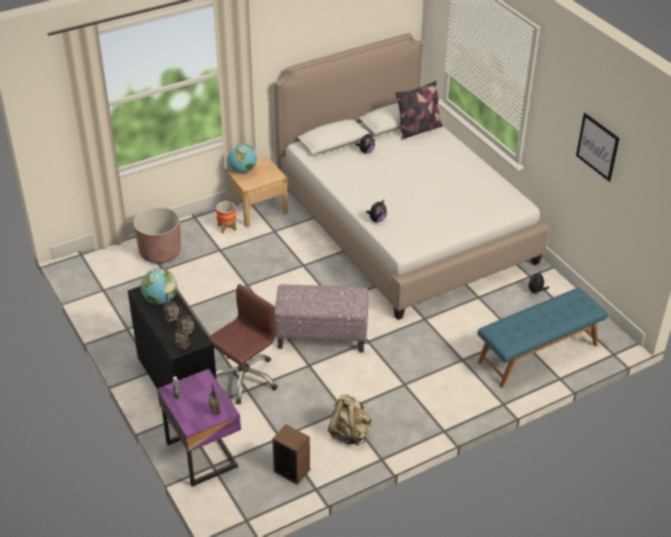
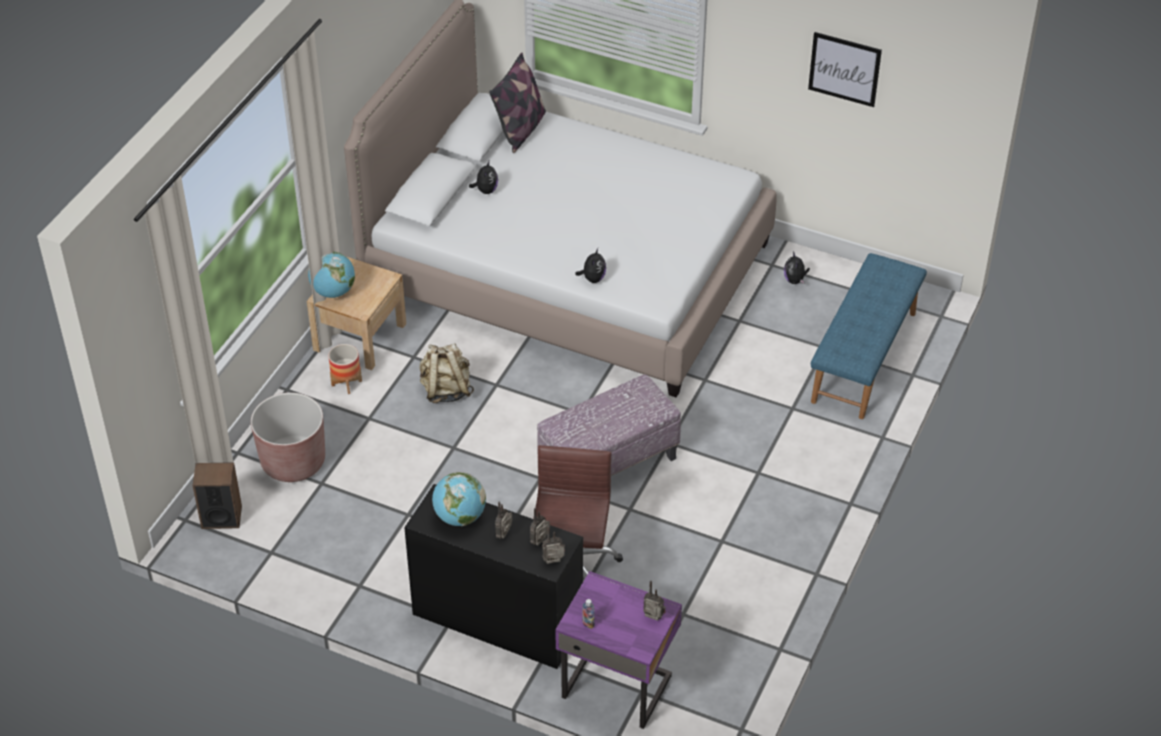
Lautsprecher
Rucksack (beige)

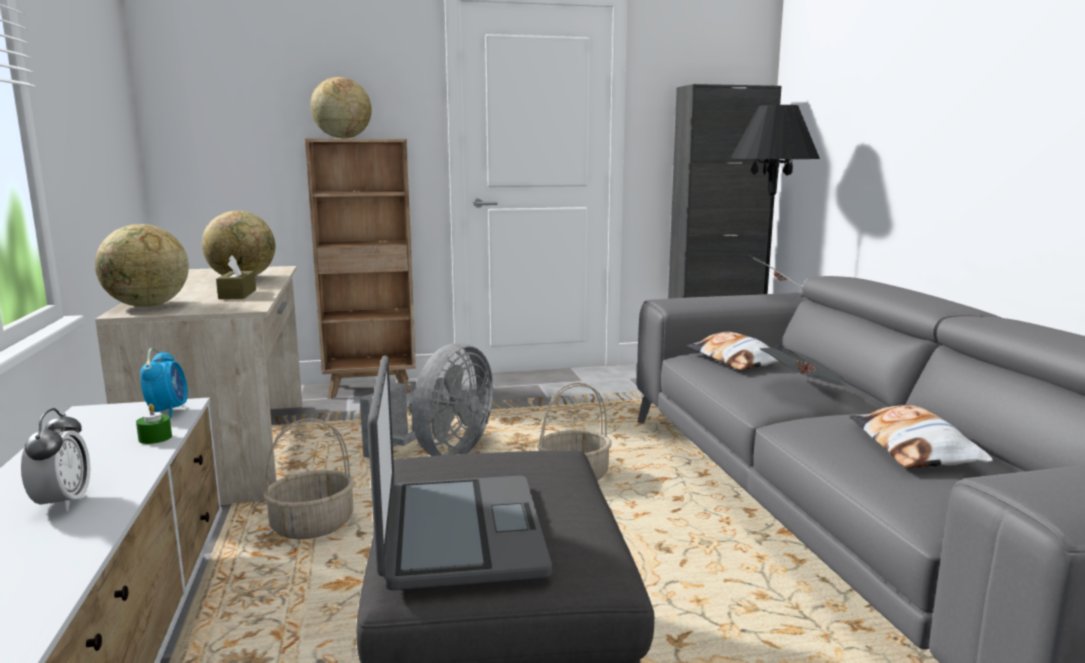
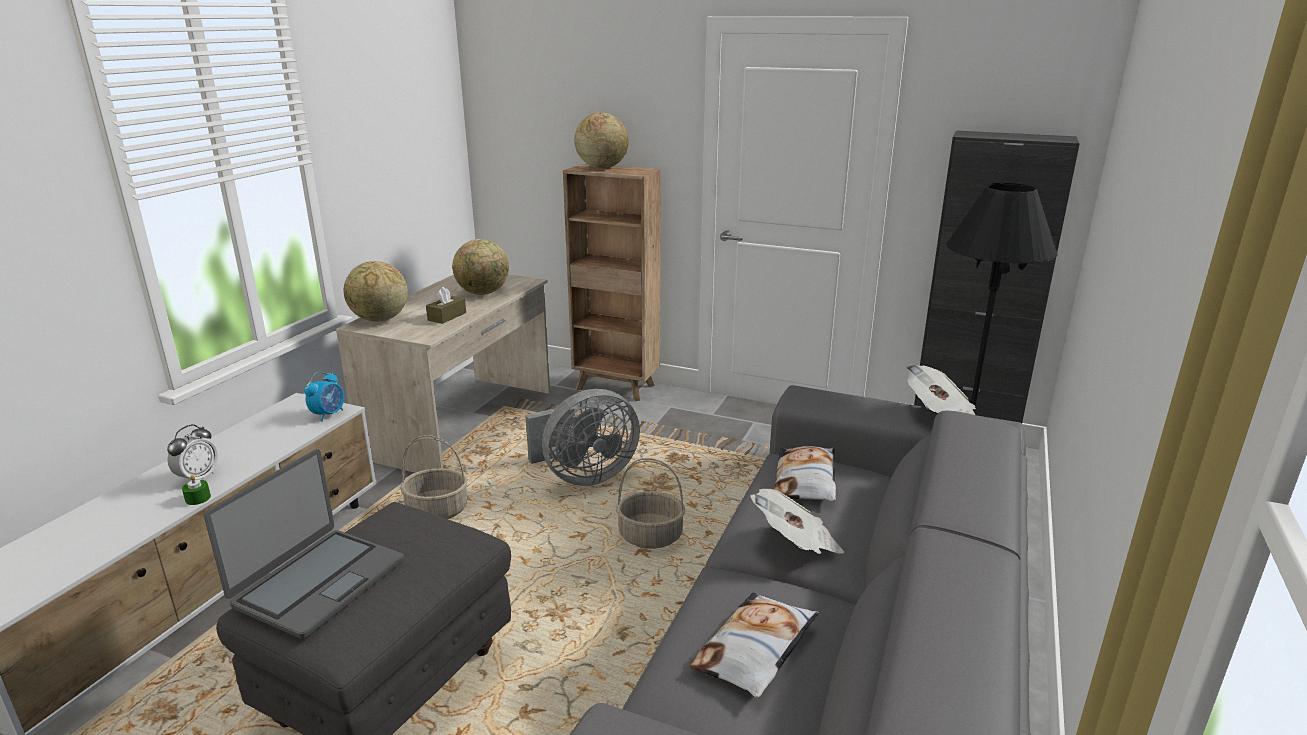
Kerze (grün)

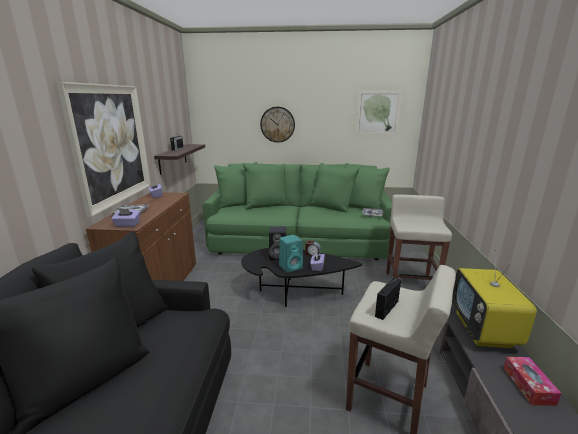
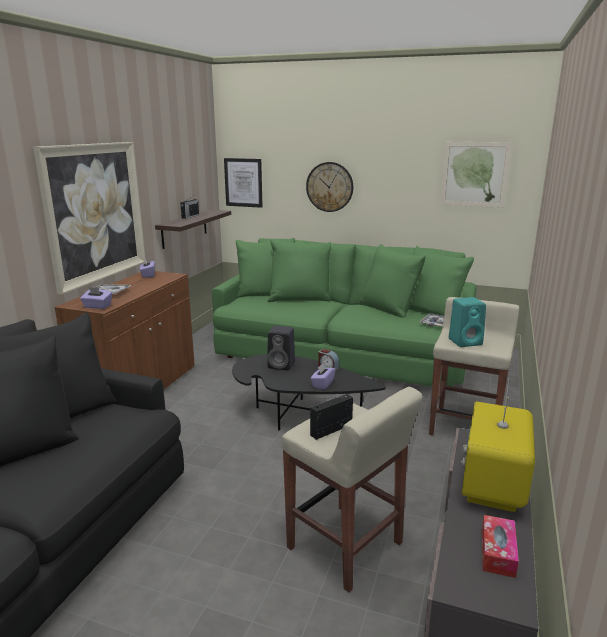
Lautsprecher (türkis)
Bild (no. 2 from left)

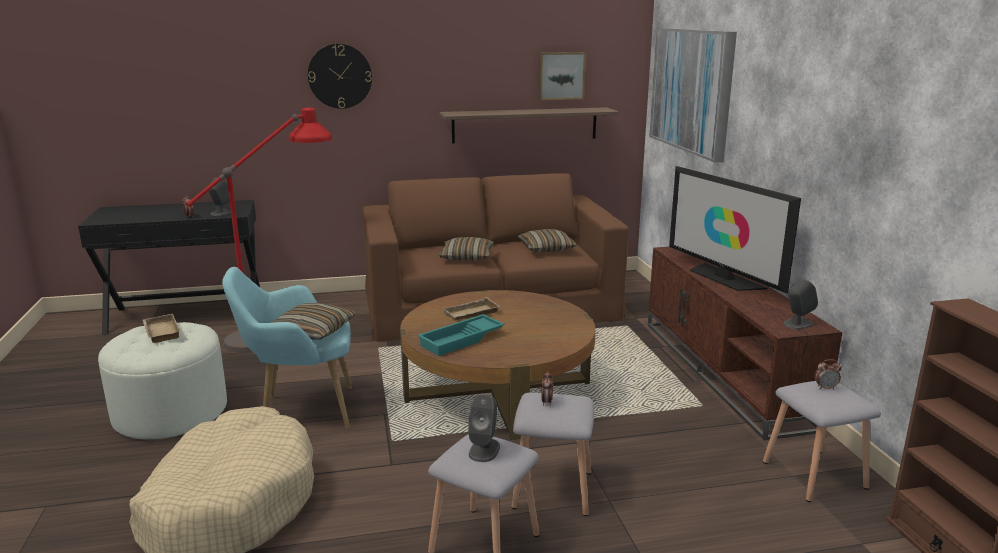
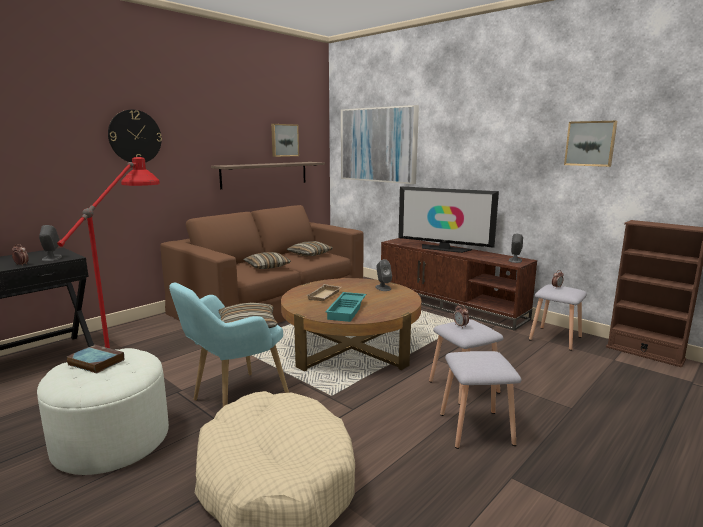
Buch
Lautsprecher (grau) (no. 2 from left)
Bild (no. 3 from left)

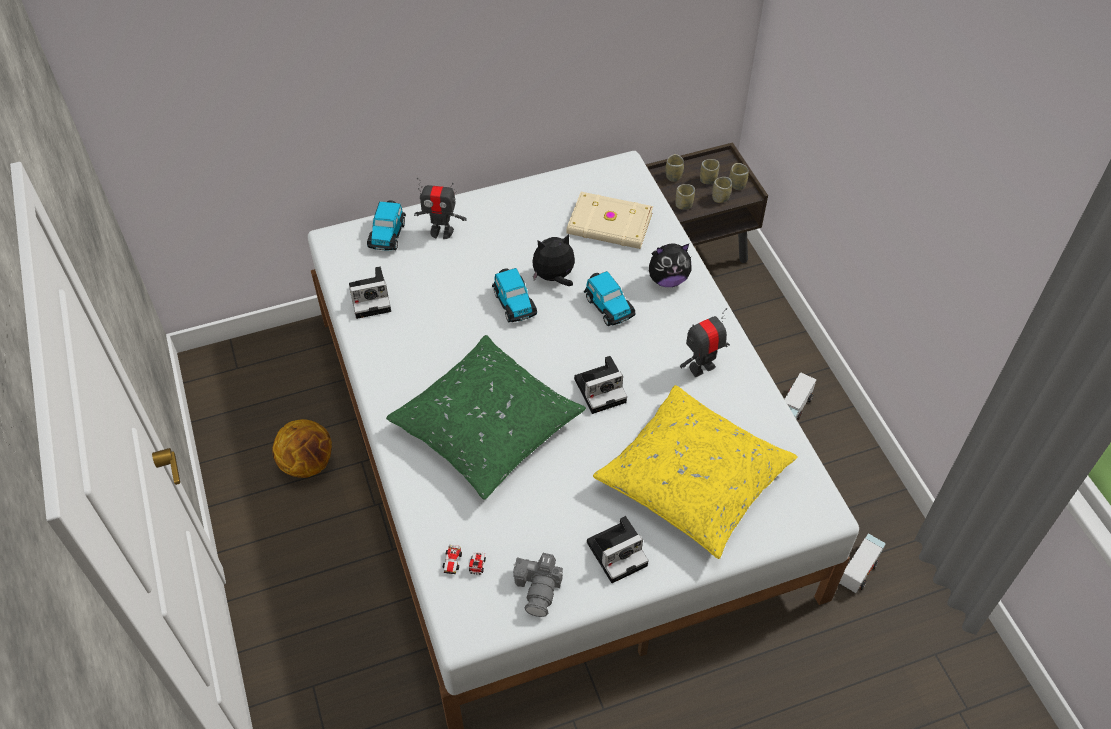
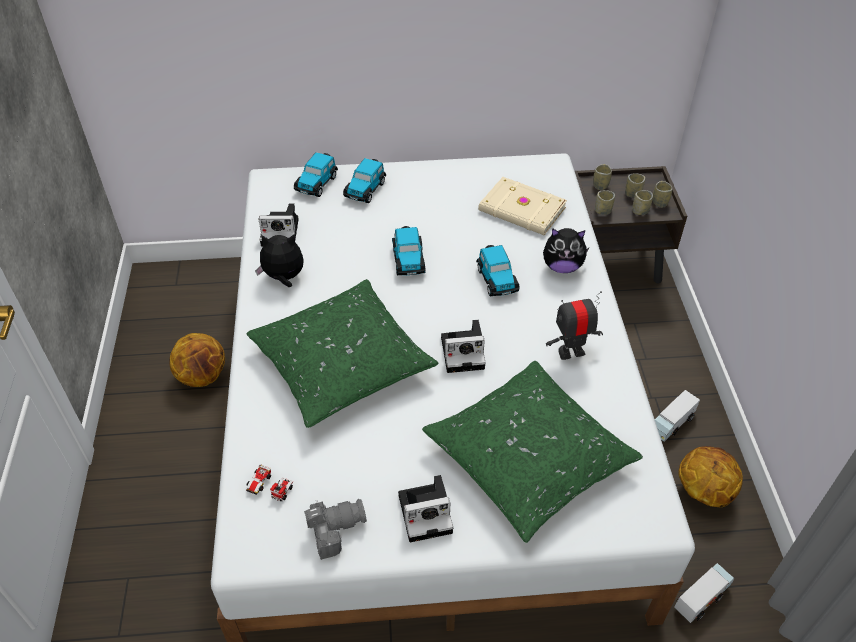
Spielzeugauto (no. 3 from left)
Kamera (no. 2 from left)
Plüschtier (no. 1 from left)
Kissen (grün) (no. 2 from left)
Basketball (no. 2 from left)

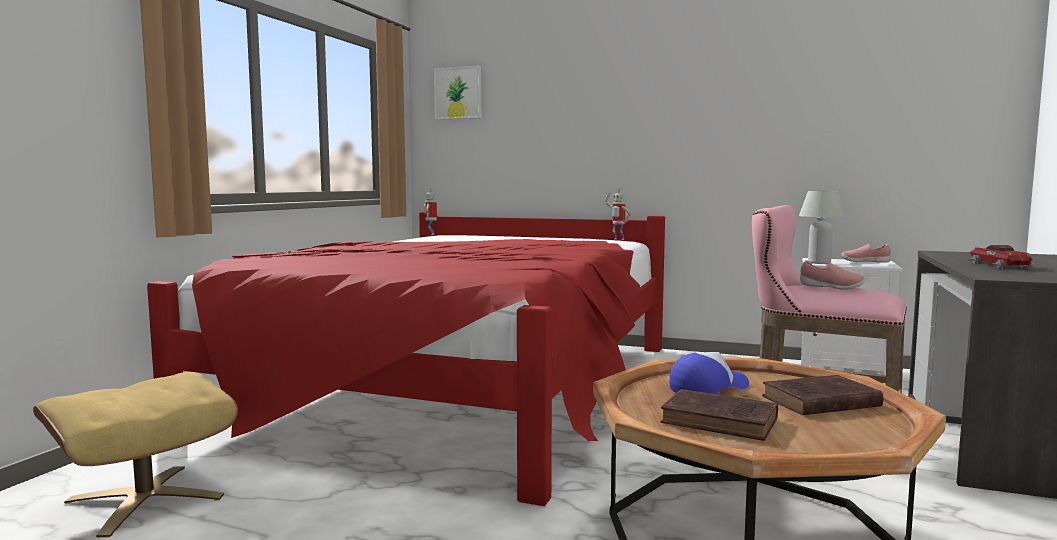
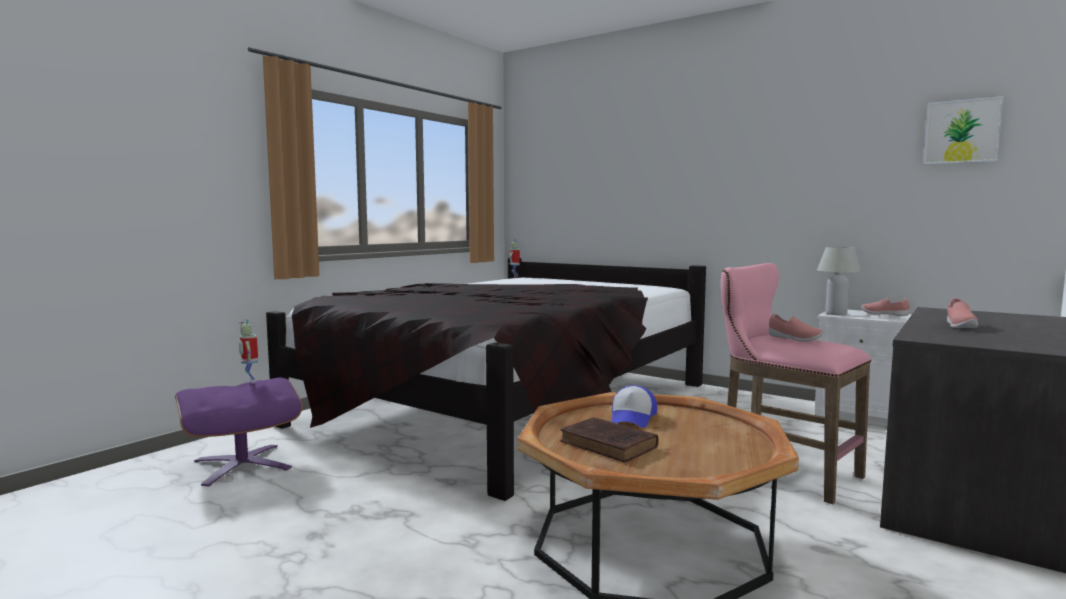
Polsterhocker (lila)
Bett (schwarz)
Bild
Spielzeugroboter (no. 1 from left)
Kappe
Buch (braun) (no. 2 from left in the first image)
Schuh (rosa) (no. 3 from left)

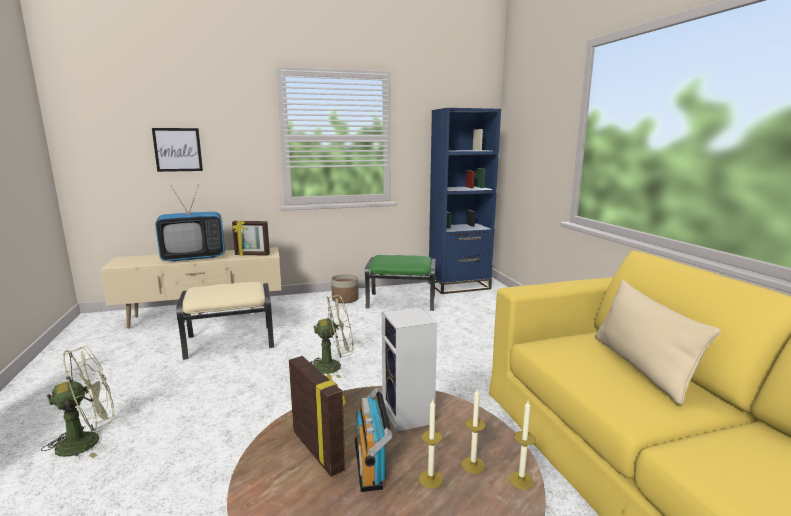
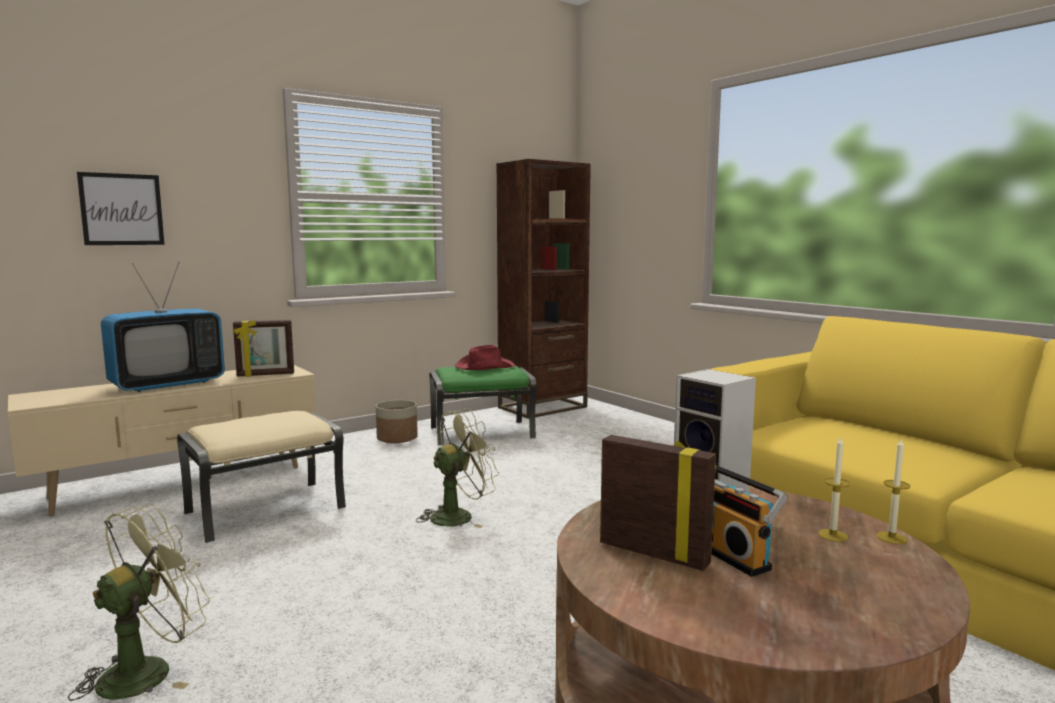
Kerze (no. 1 from left in the first image)
Bücherregal (braun)
Kissen (beige)
Hut (rot)

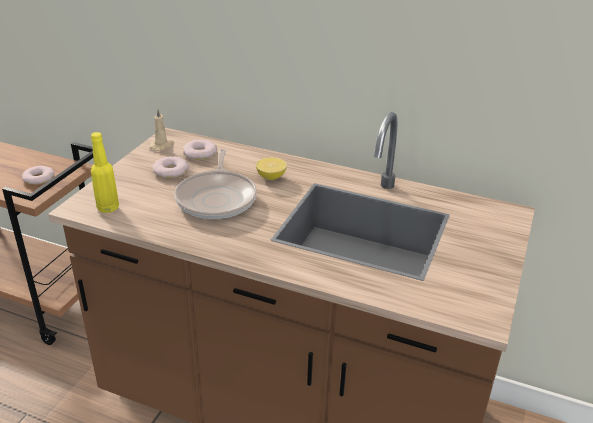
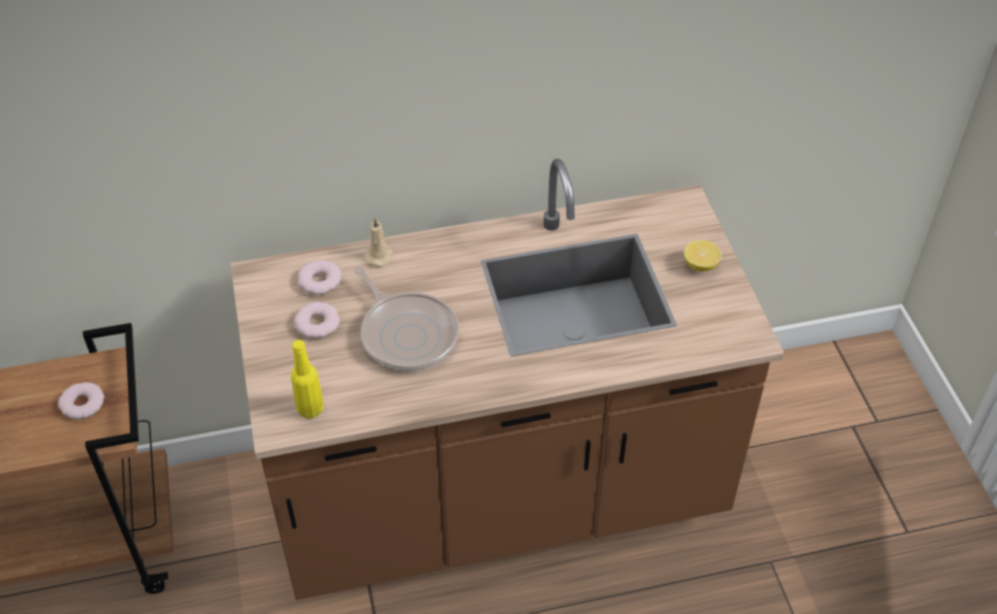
Kerze (beige)
Zitrone

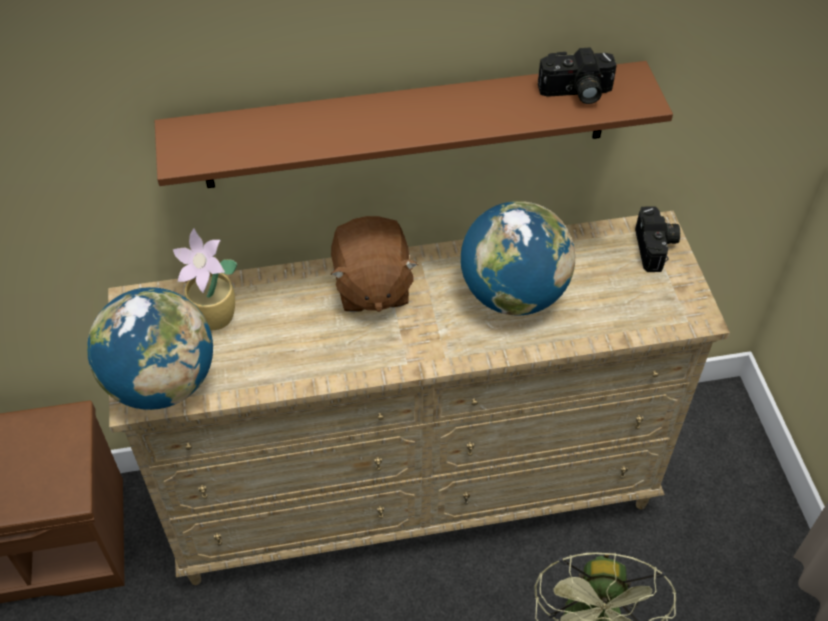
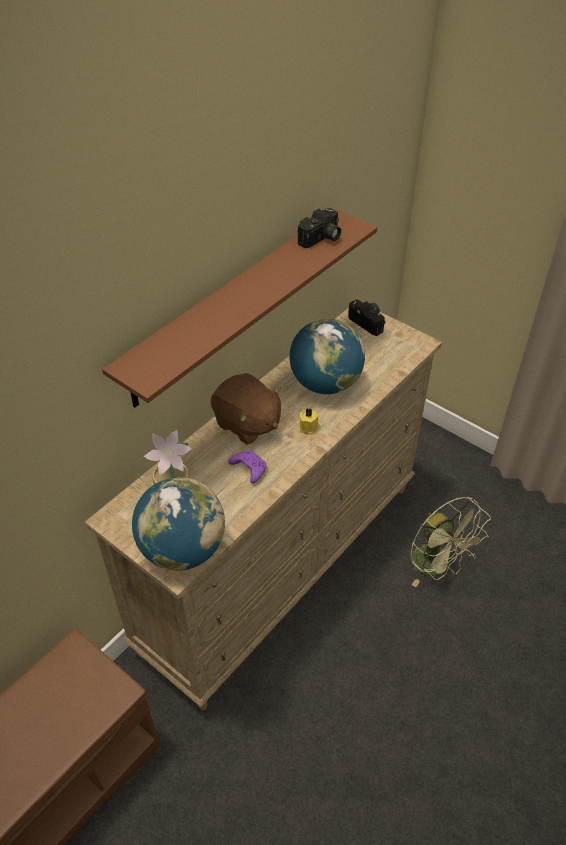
Gamepad (lila)
Kerze (gelb)

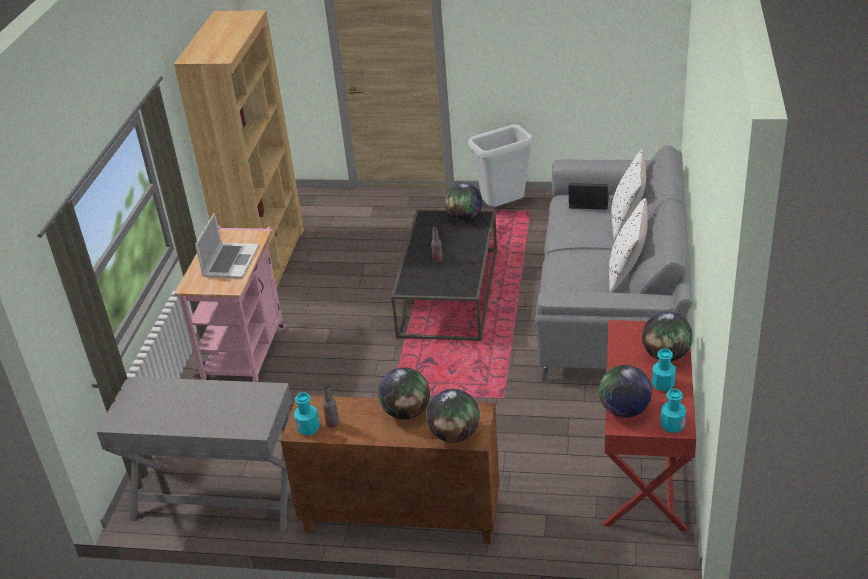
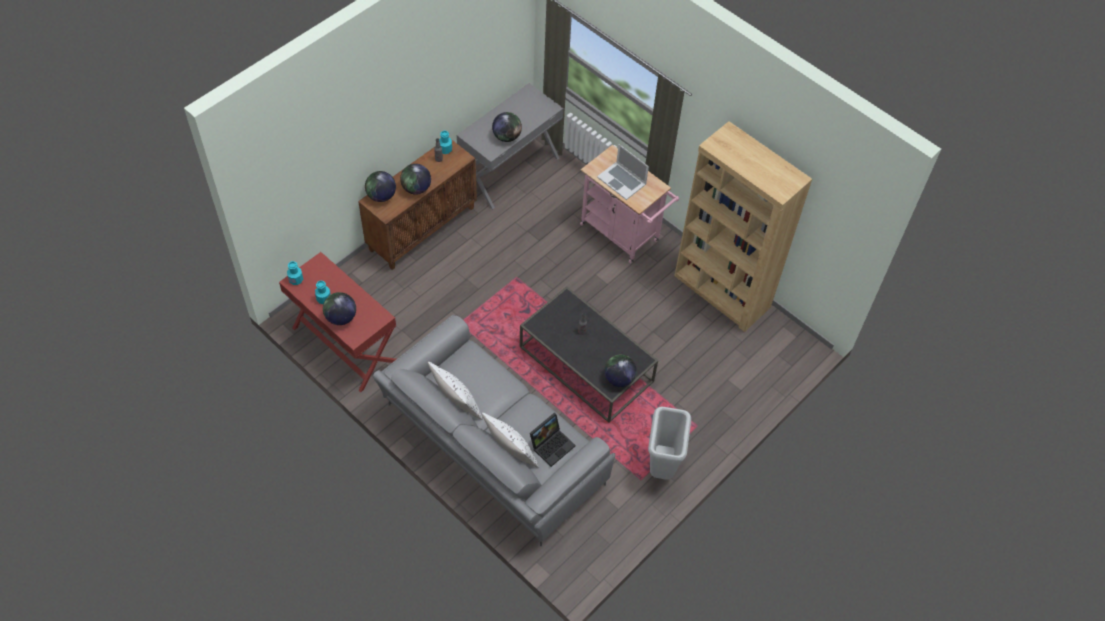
Globus (no. 4 from left)

